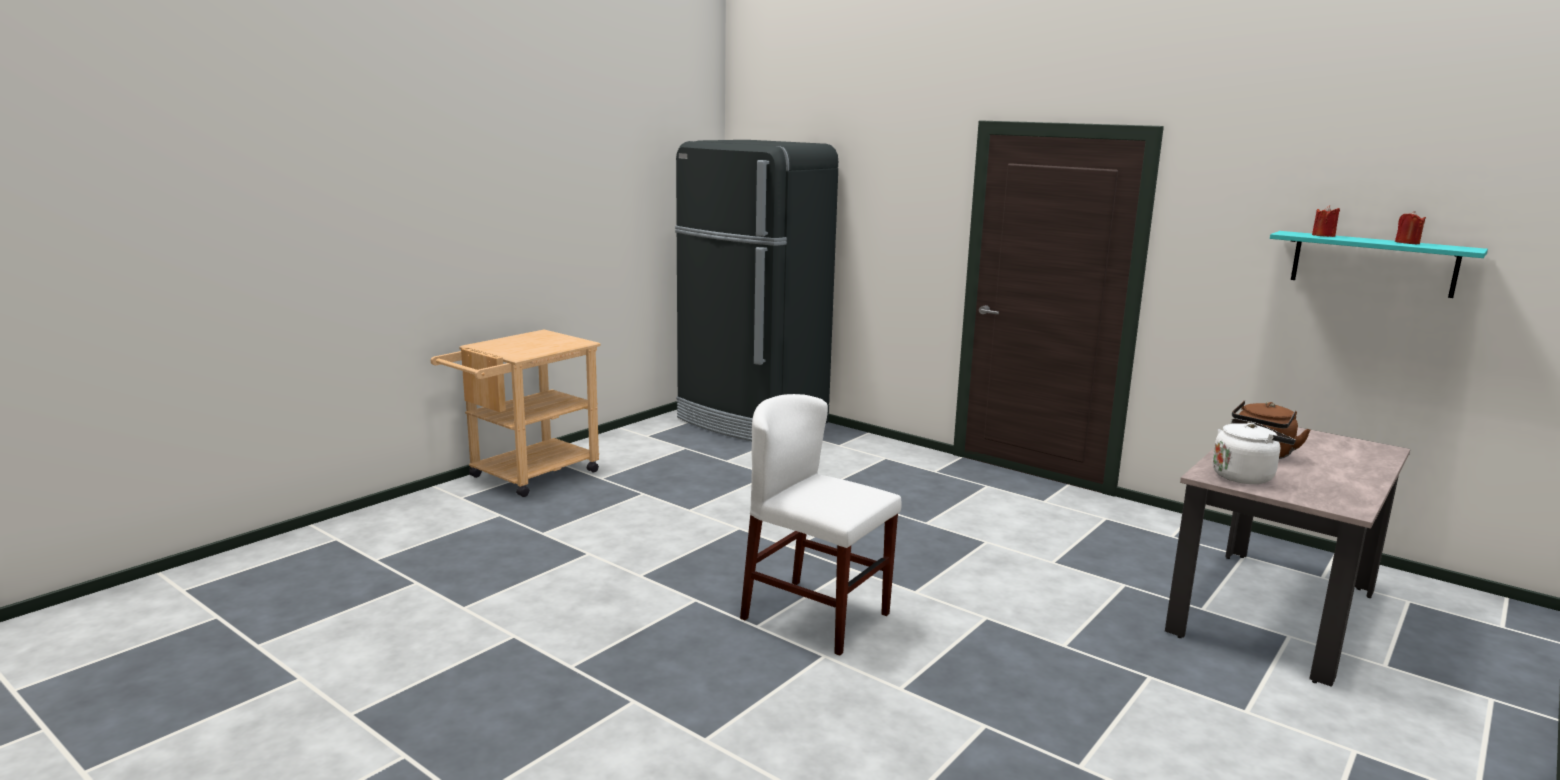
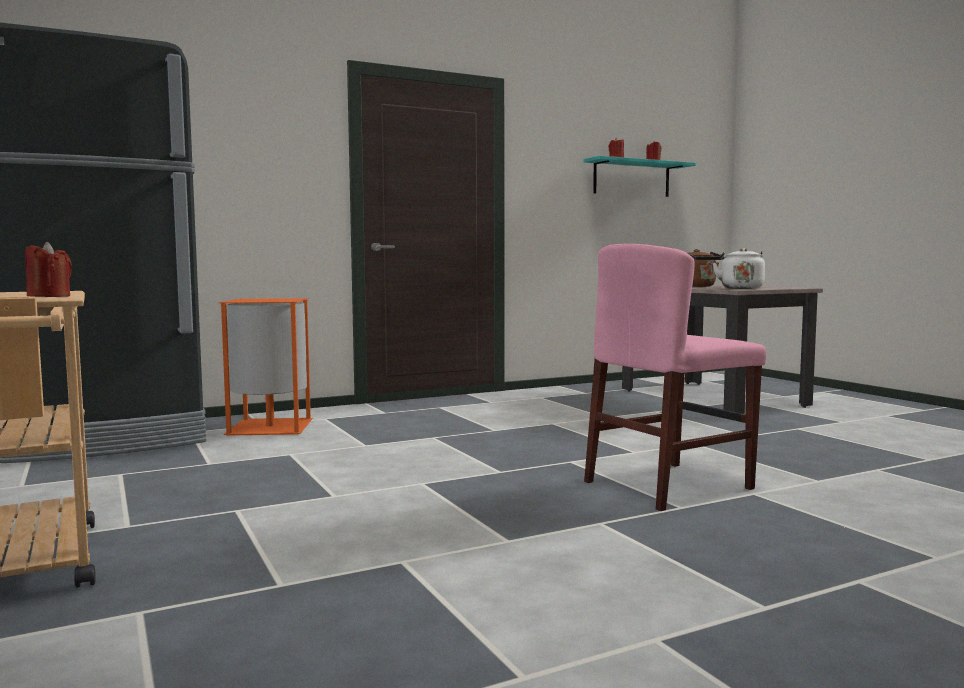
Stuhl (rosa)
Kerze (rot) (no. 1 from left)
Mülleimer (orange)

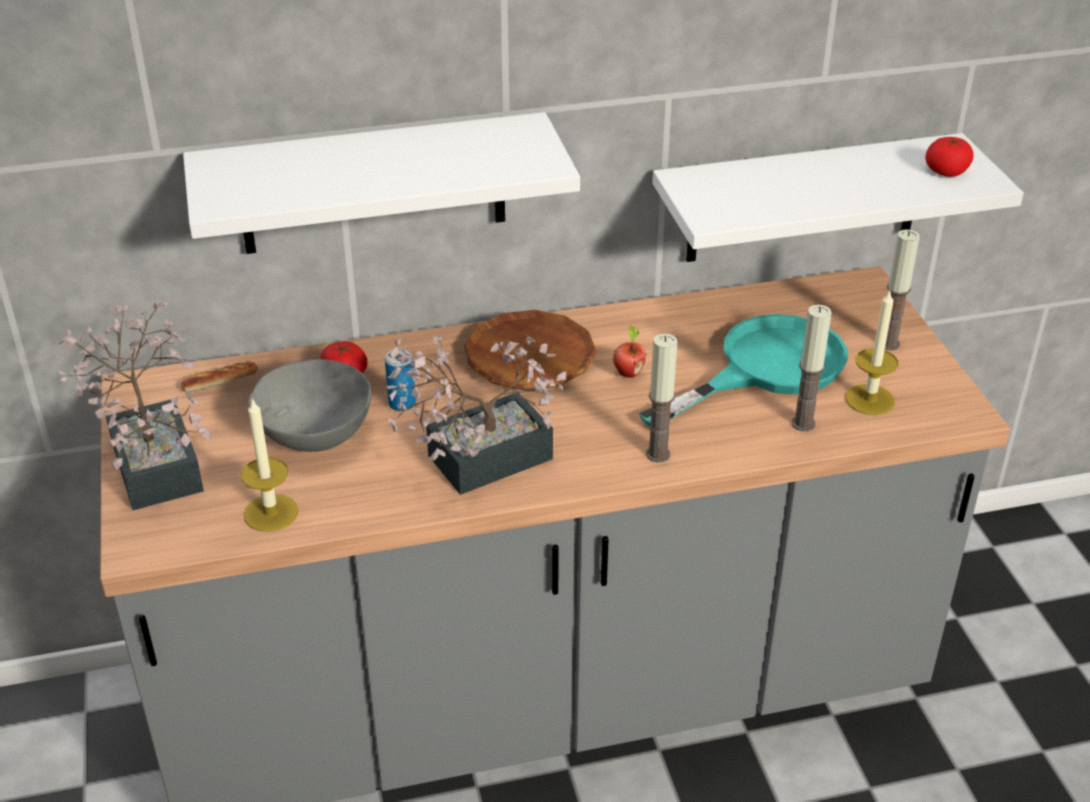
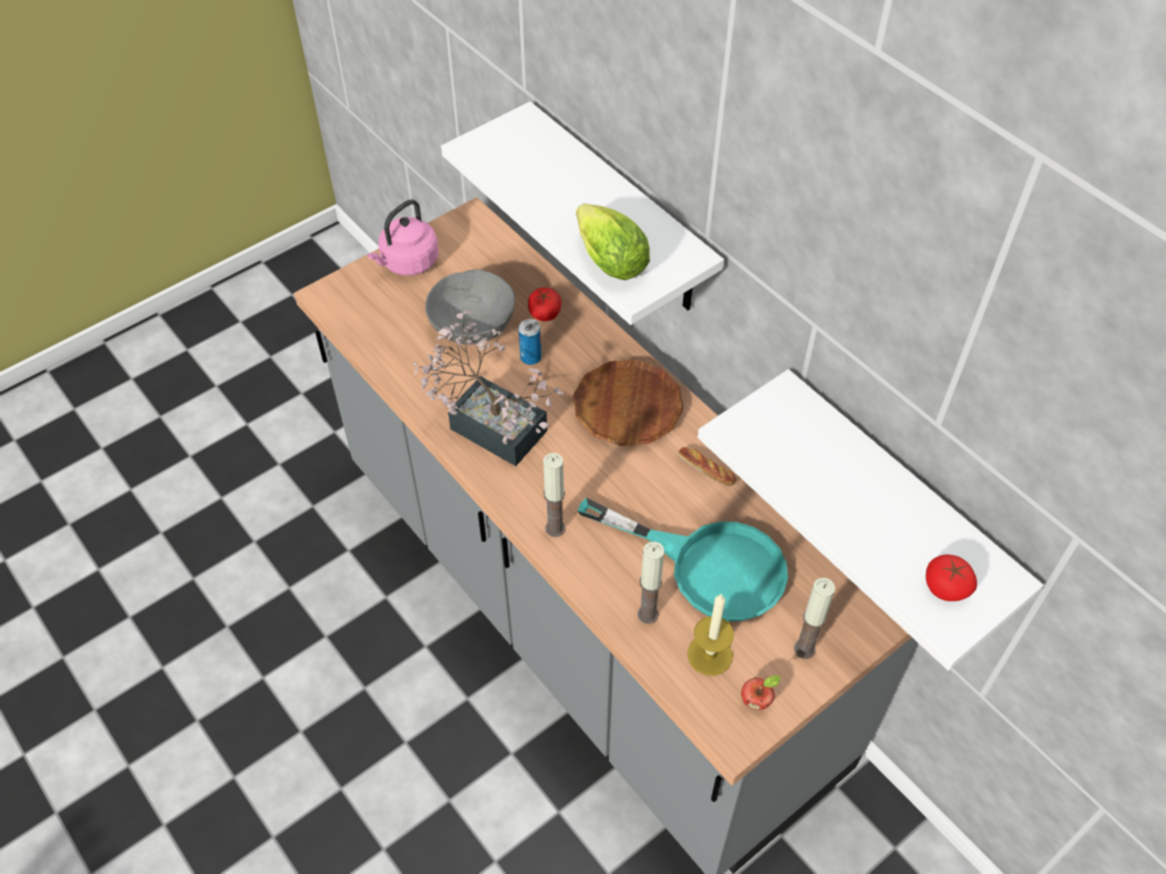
Wasserkessel (rosa)
Brot
Kerze (no. 1 from left in the first image)
Apfel
Salatkopf

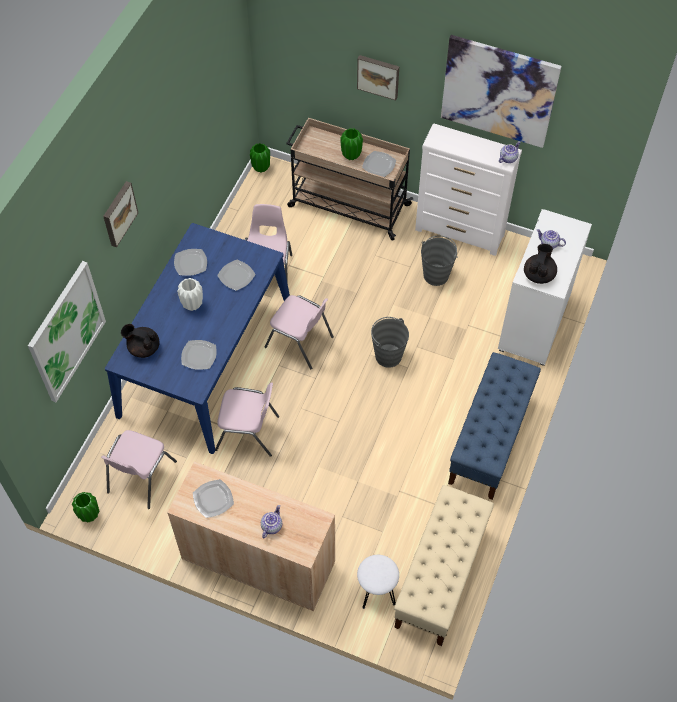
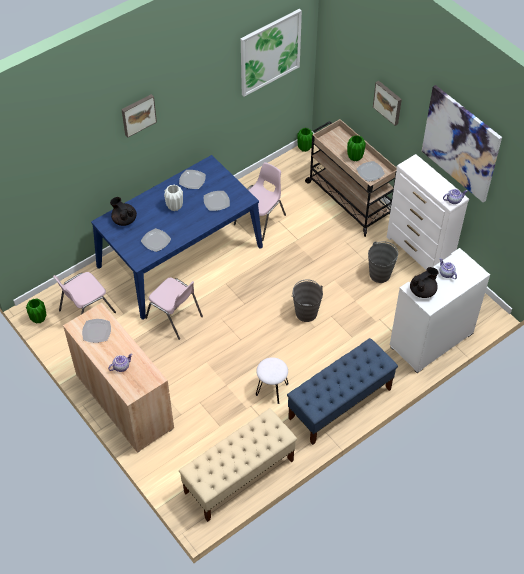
Bild (no. 2 from left)
Stuhl (rosa) (no. 4 from left in the first image)
Hocker (weiß)

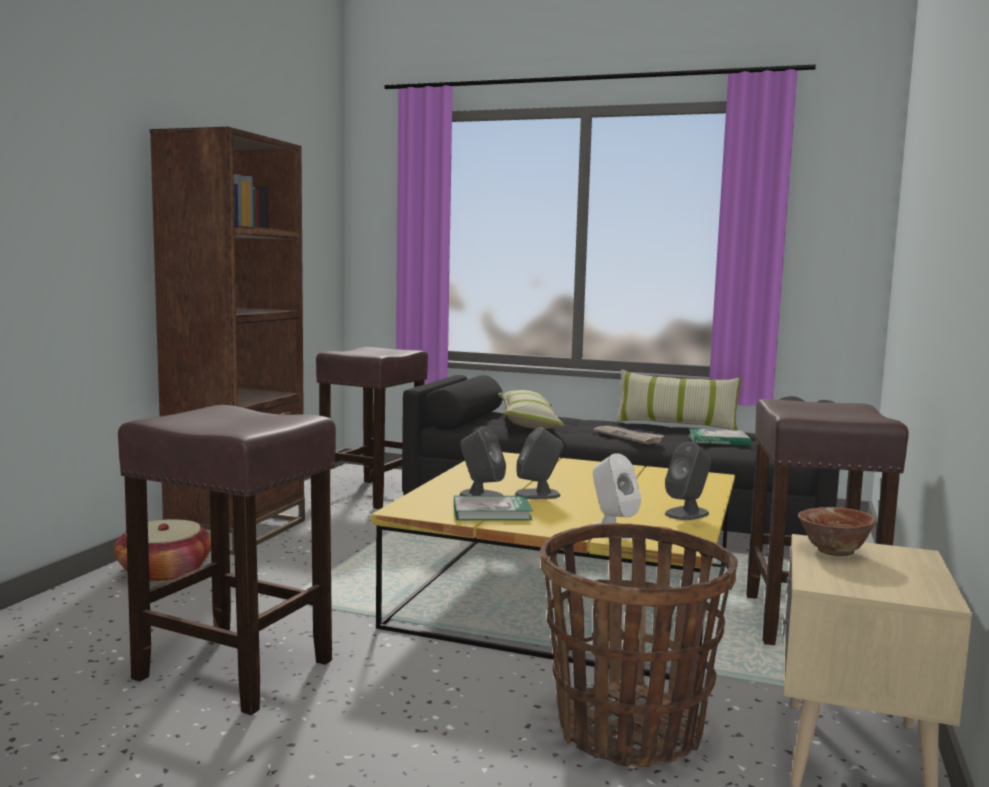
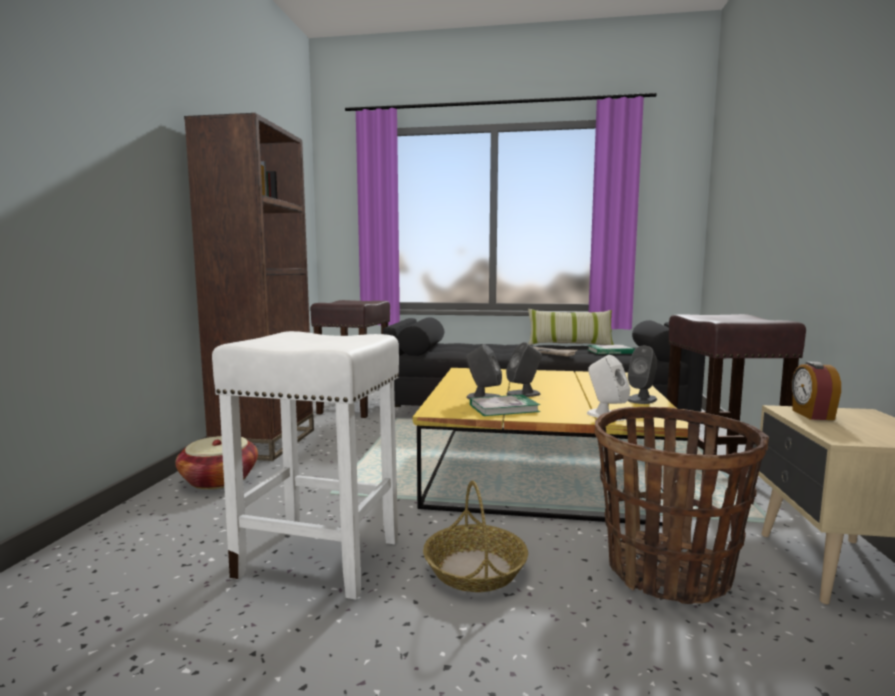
Hocker (weiß)
Kissen (no. 1 from left in the first image)
Wecker
Korb (no. 2 from left)

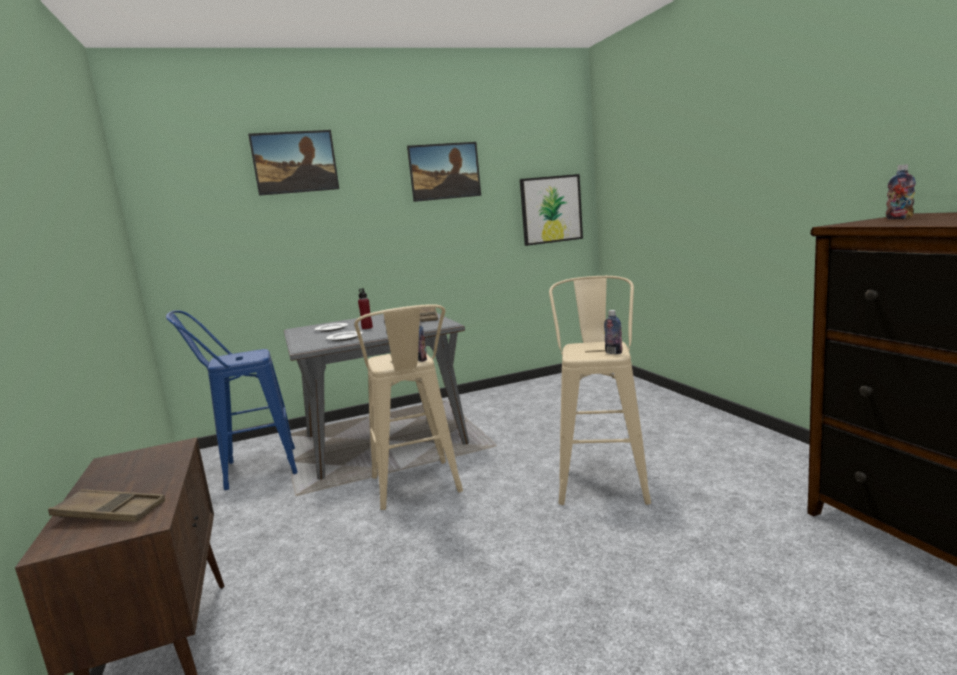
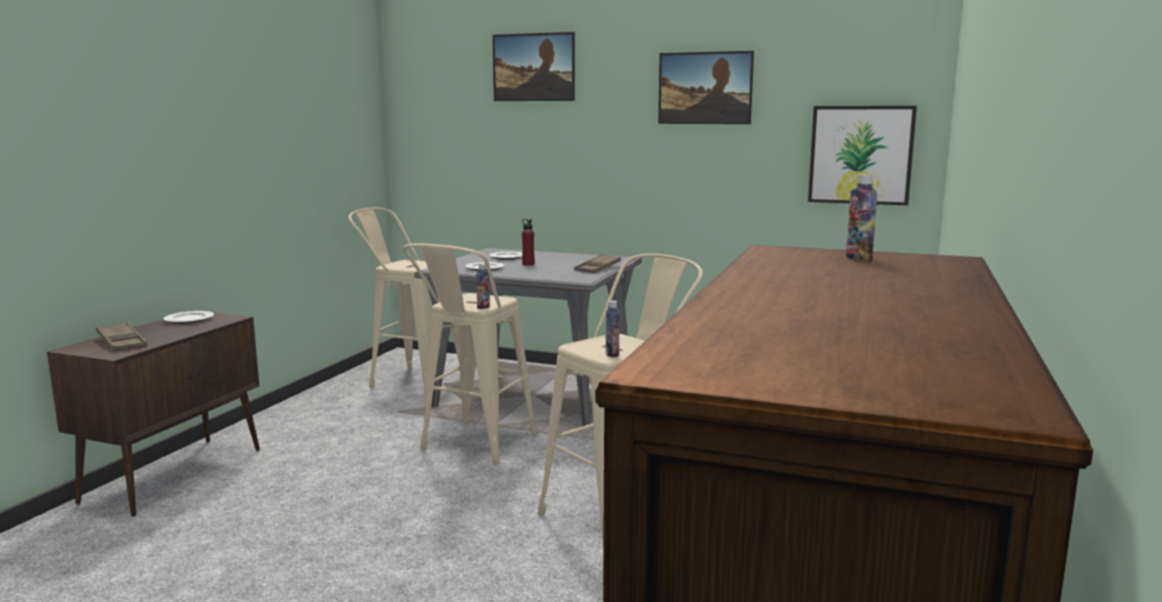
Hocker (beige) (no. 1 from left)
Teller (no. 1 from left)

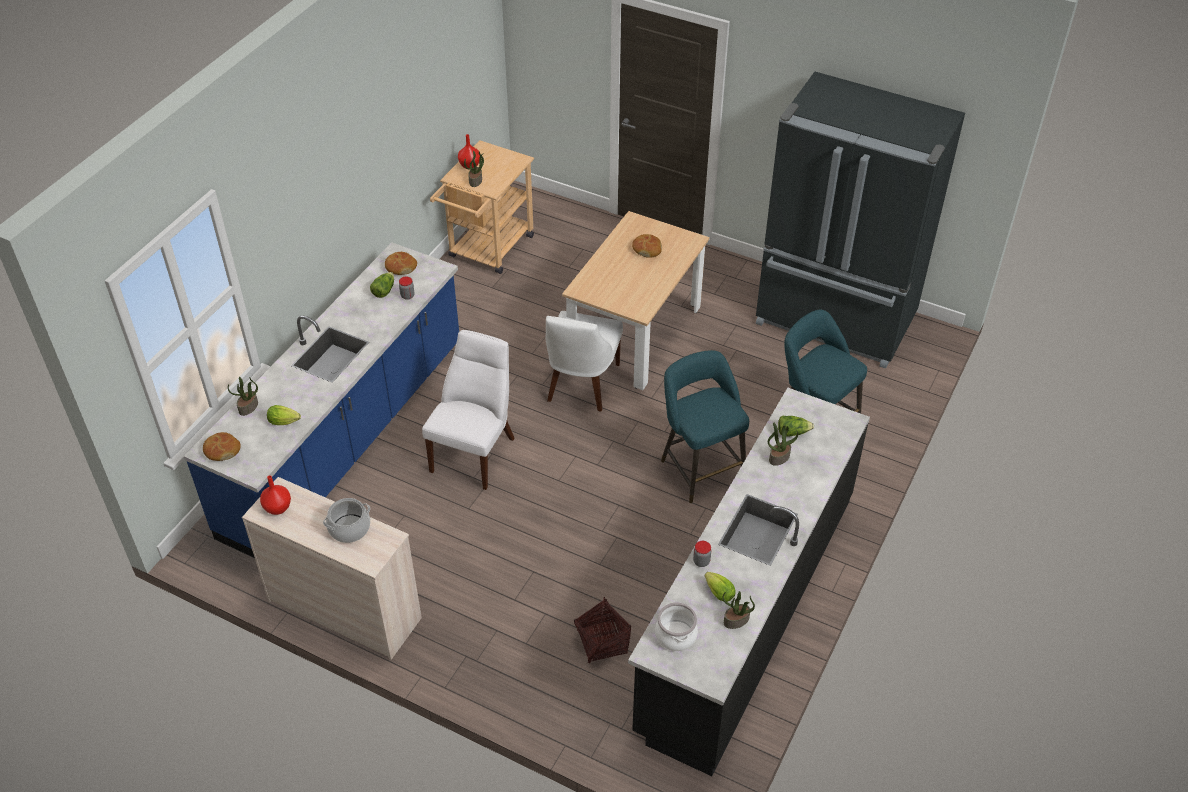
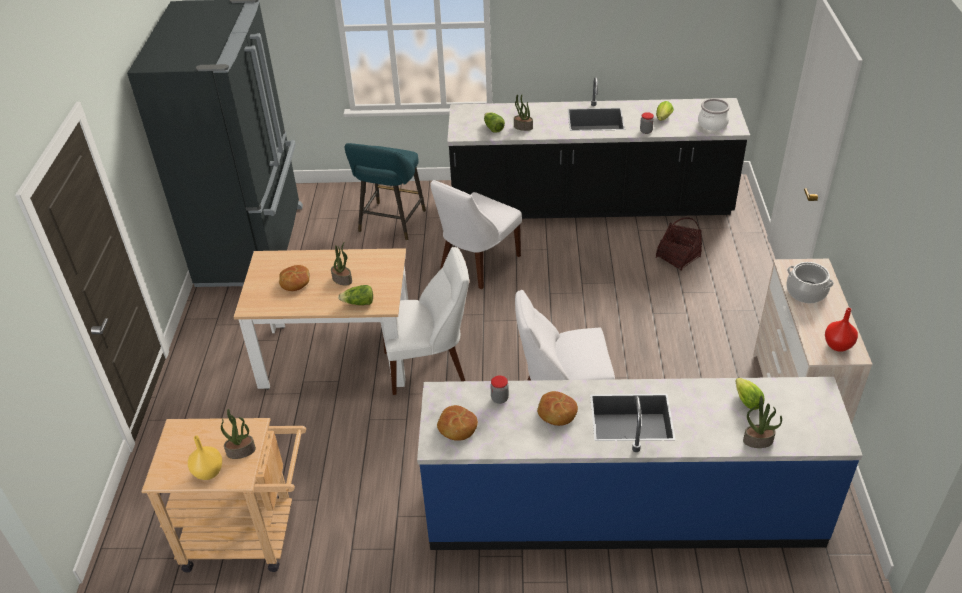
Brot (no. 3 from left)
Salatkopf (no. 1 from left)
Vase (gelb)
Stuhl (weiß) (no. 2 from left)
Topfpflanze (no. 2 from left)

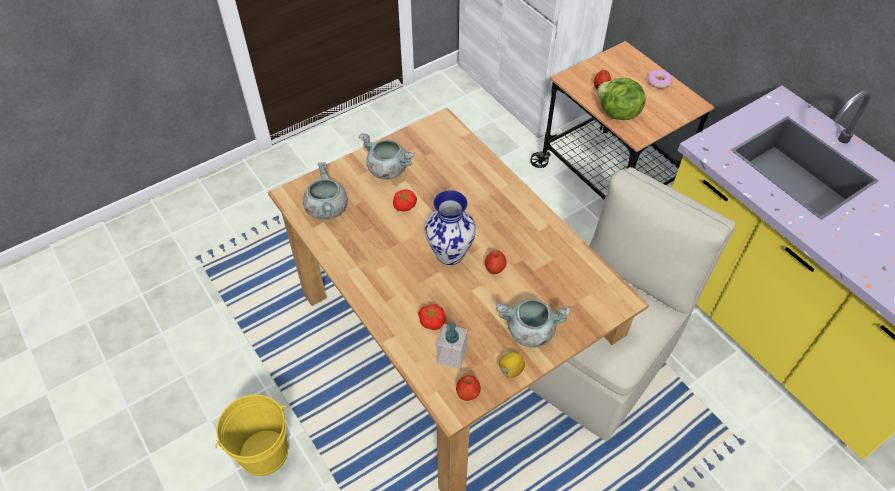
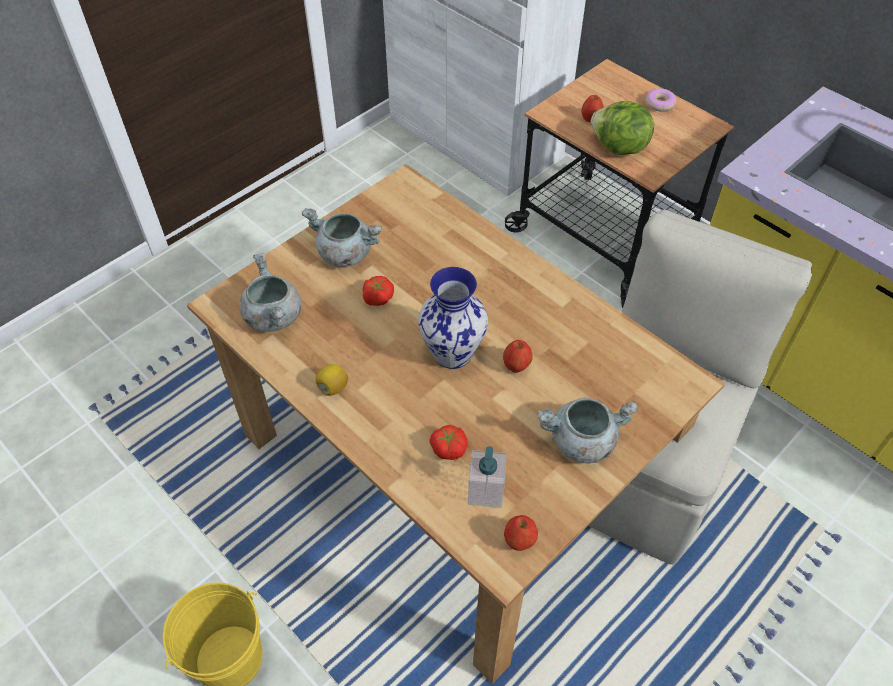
Zitrone

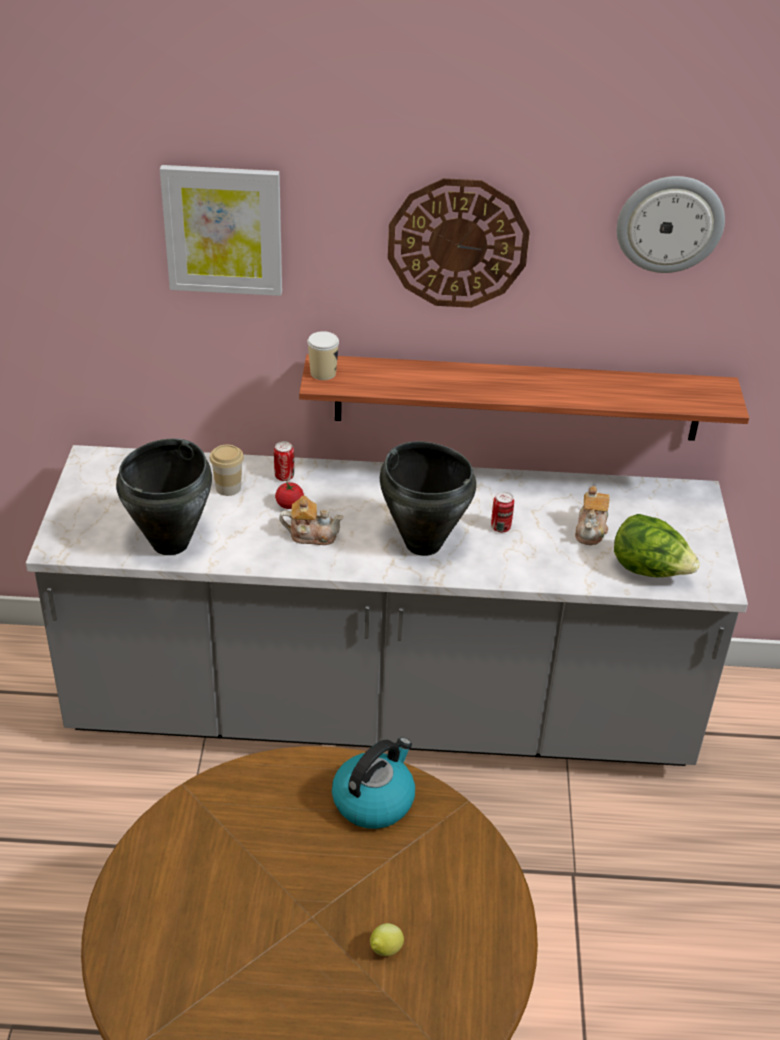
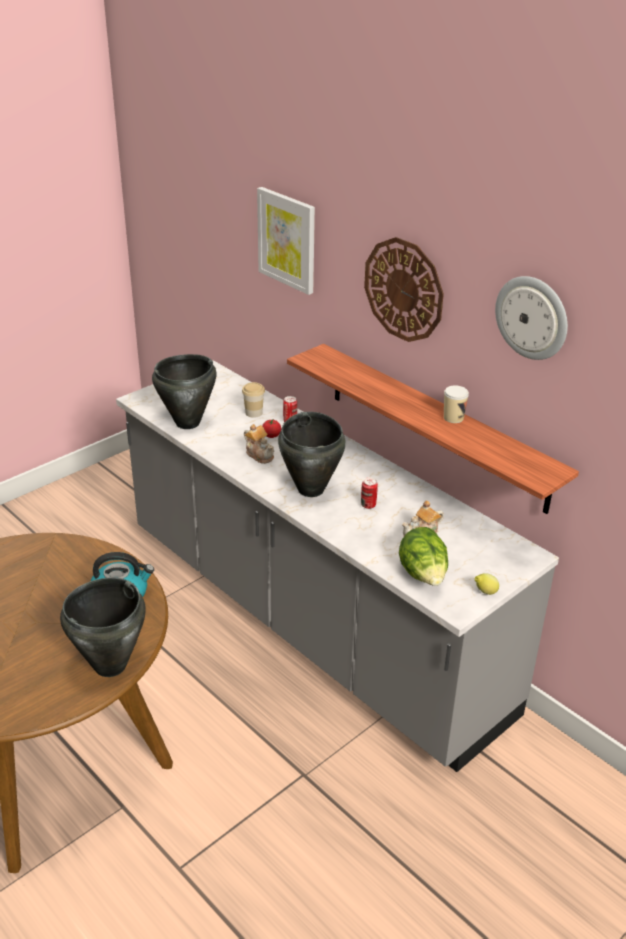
Tasse (no. 2 from left)
Zitrone
Kochtopf (schwarz) (no. 1 from left)

